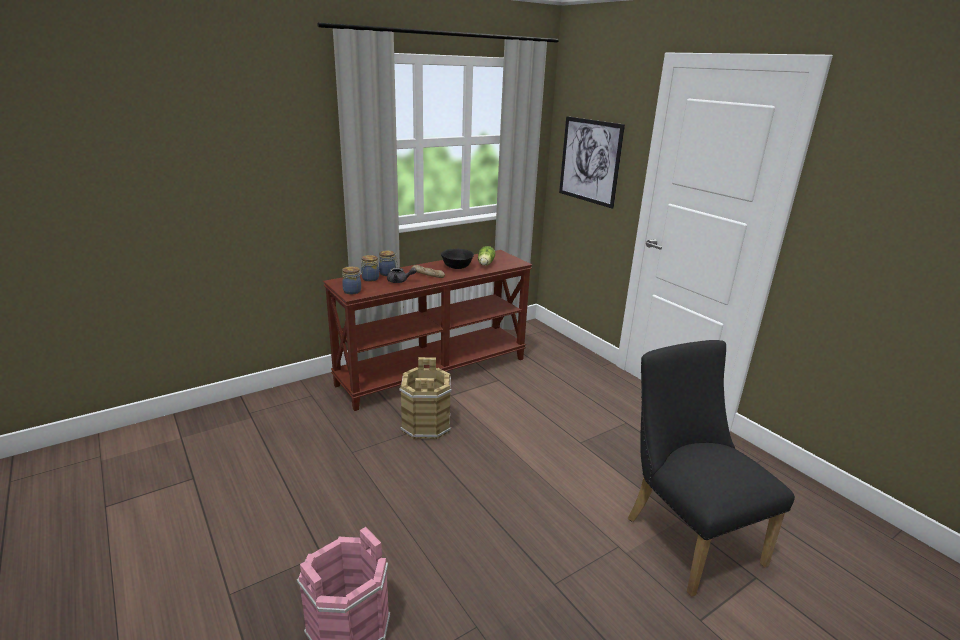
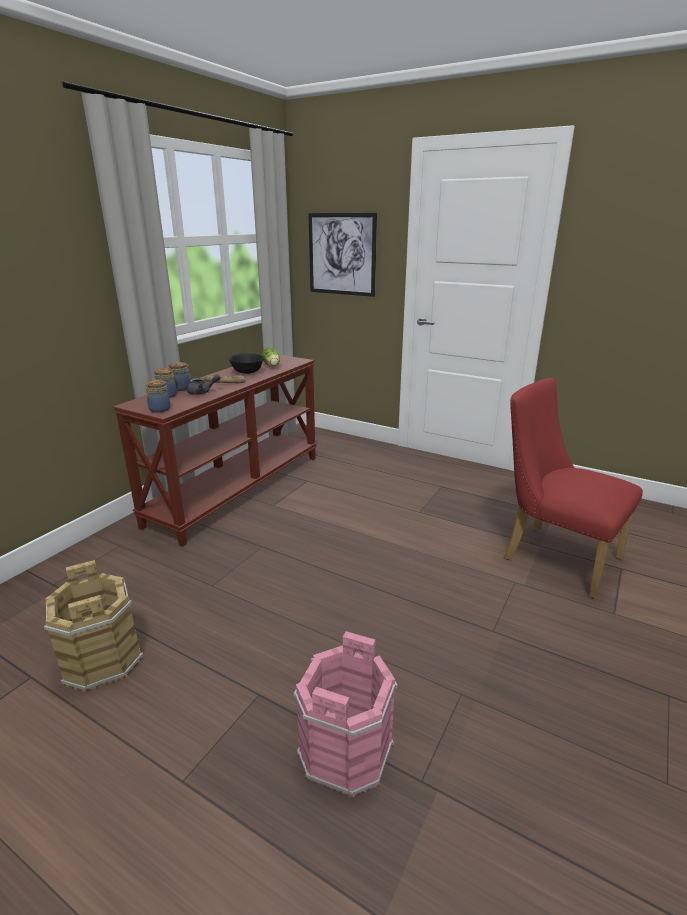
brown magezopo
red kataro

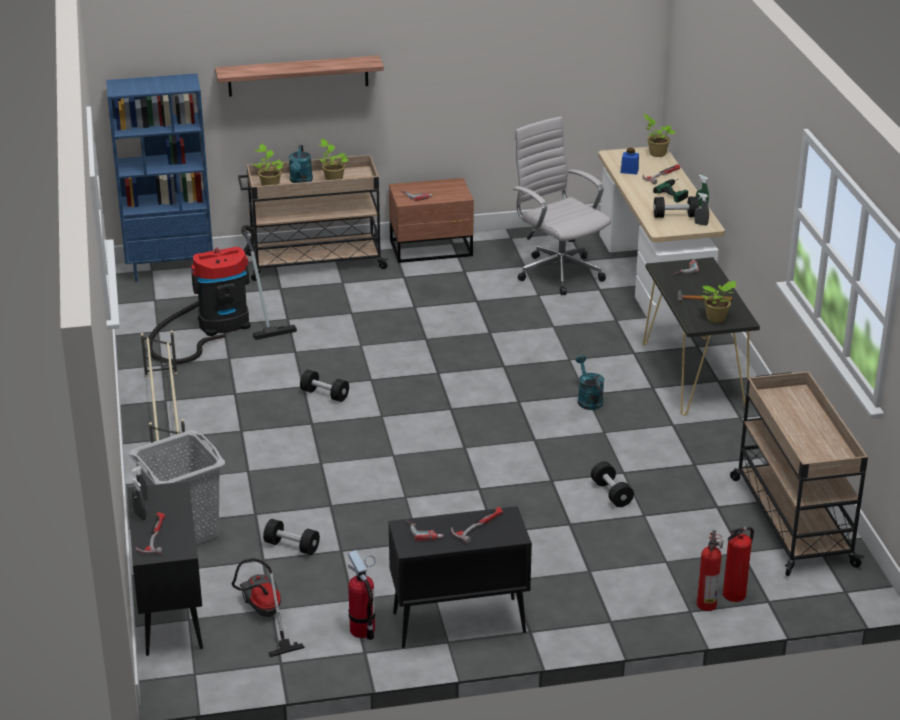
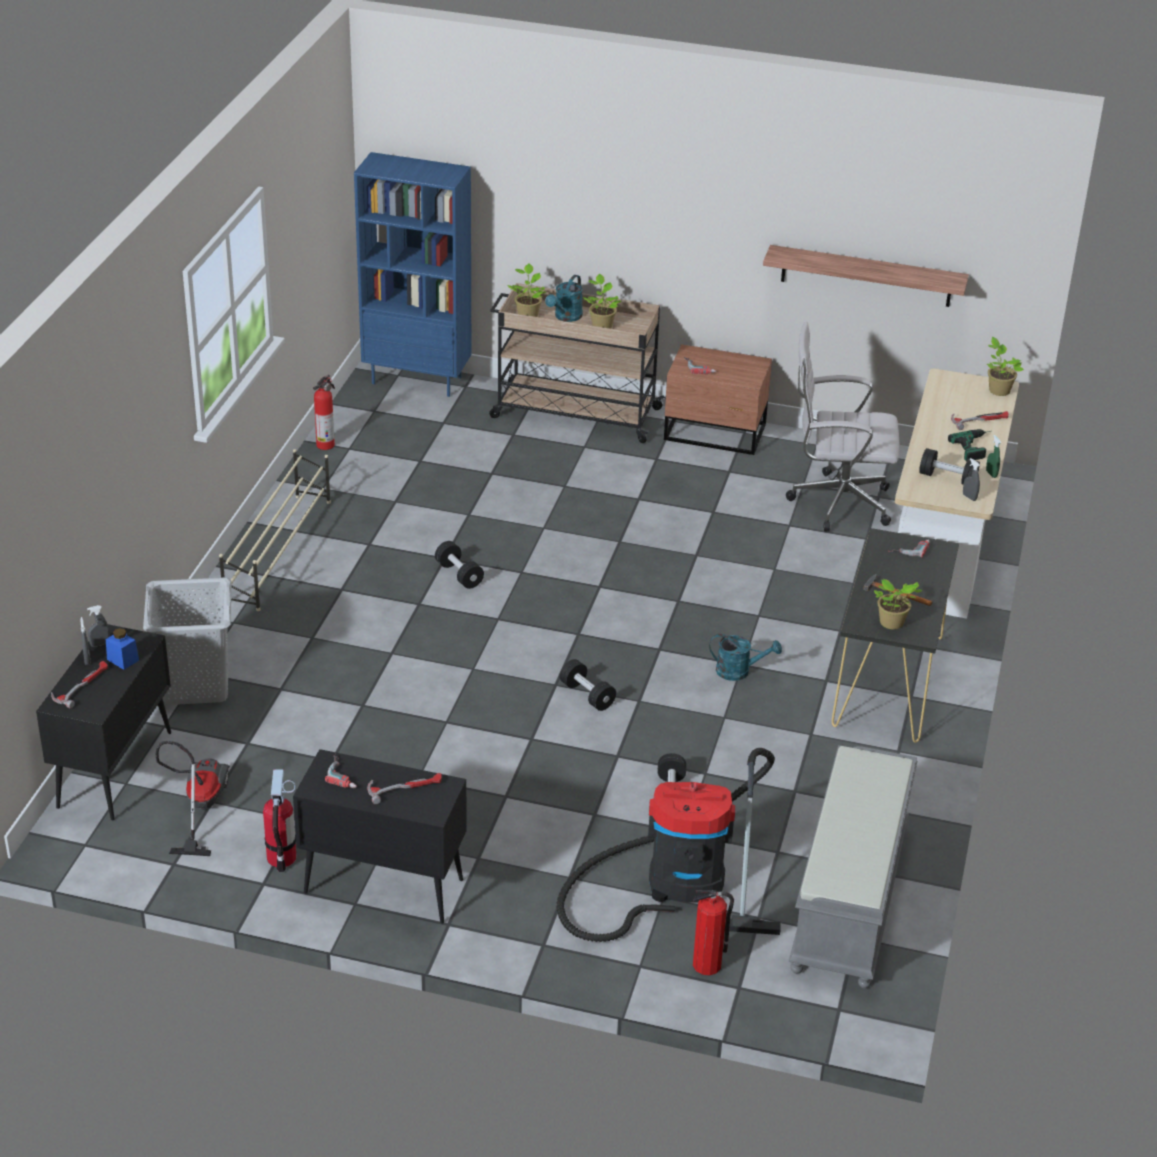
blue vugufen
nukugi (no. 2 from left)
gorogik (no. 2 from left)
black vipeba (no. 2 from left)
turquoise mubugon (no. 2 from left)
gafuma
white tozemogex
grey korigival

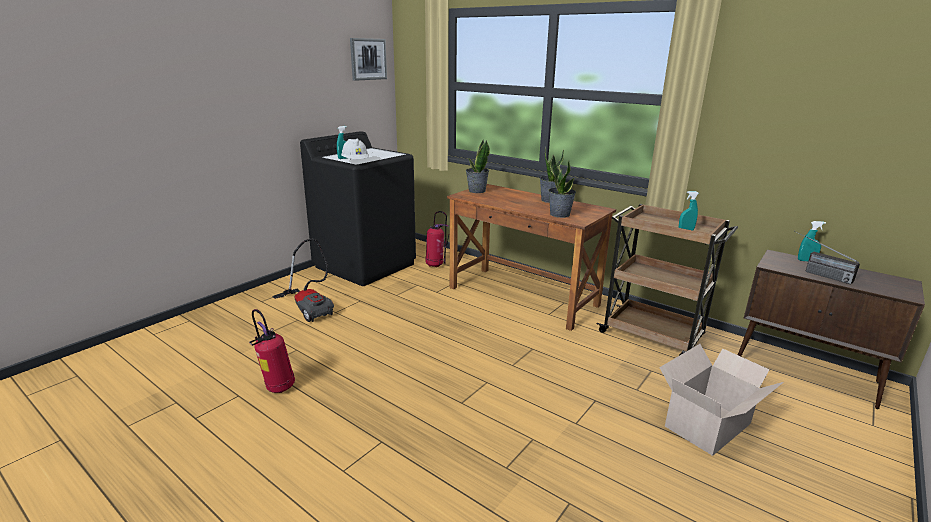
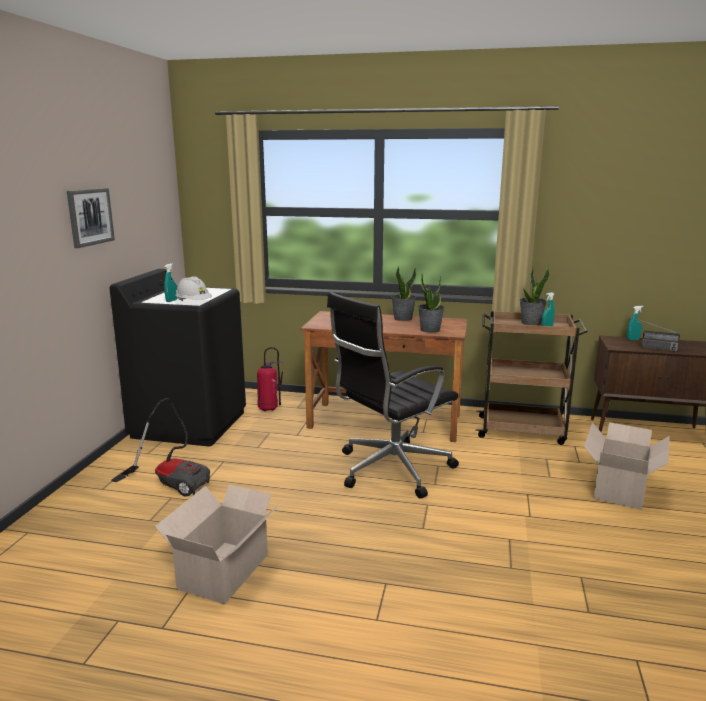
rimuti
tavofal (no. 1 from left)
black tozemogex
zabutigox (no. 3 from left)

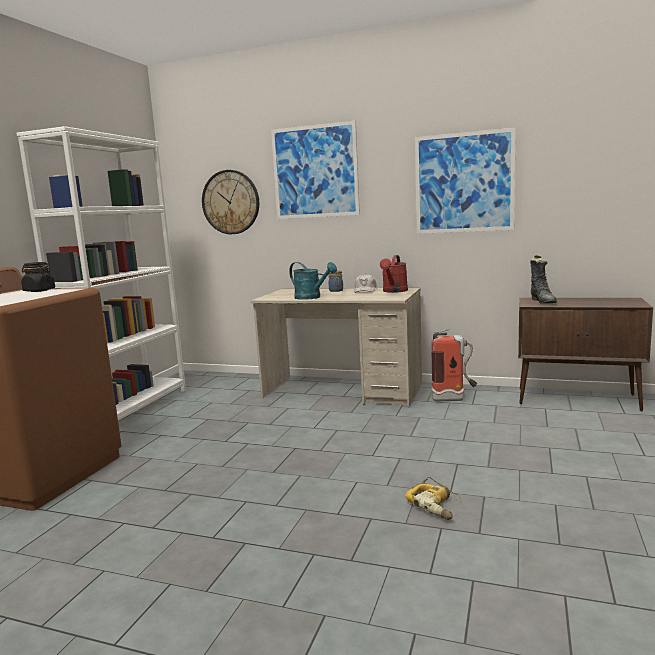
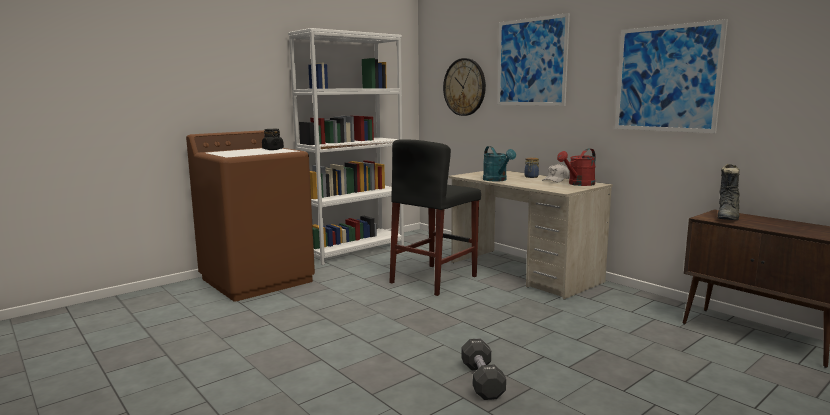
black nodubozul
black vipeba
nukugi

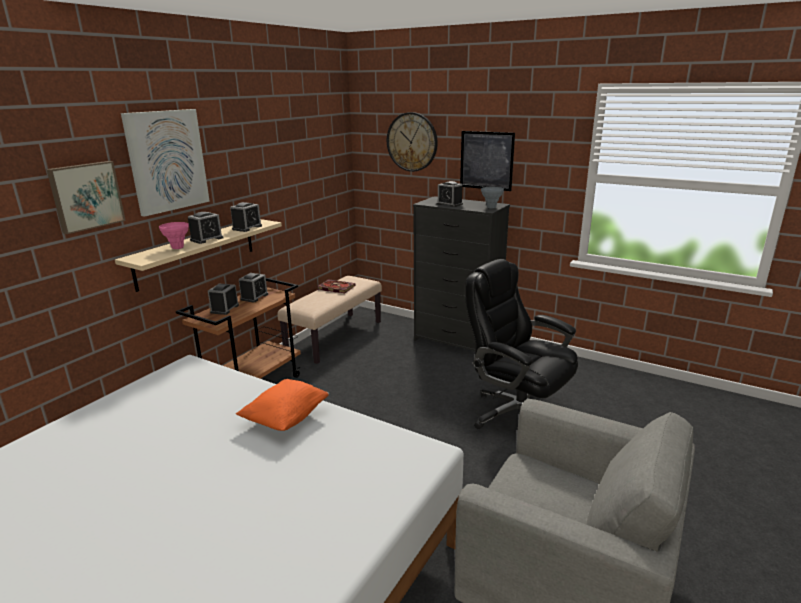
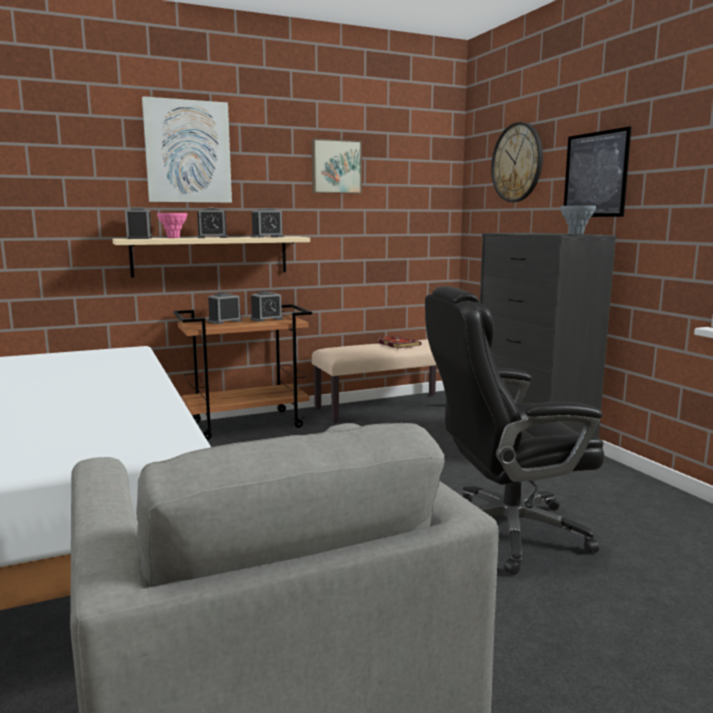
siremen (no. 1 from left)
rimuti (no. 2 from left)
black tozemogex
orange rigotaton

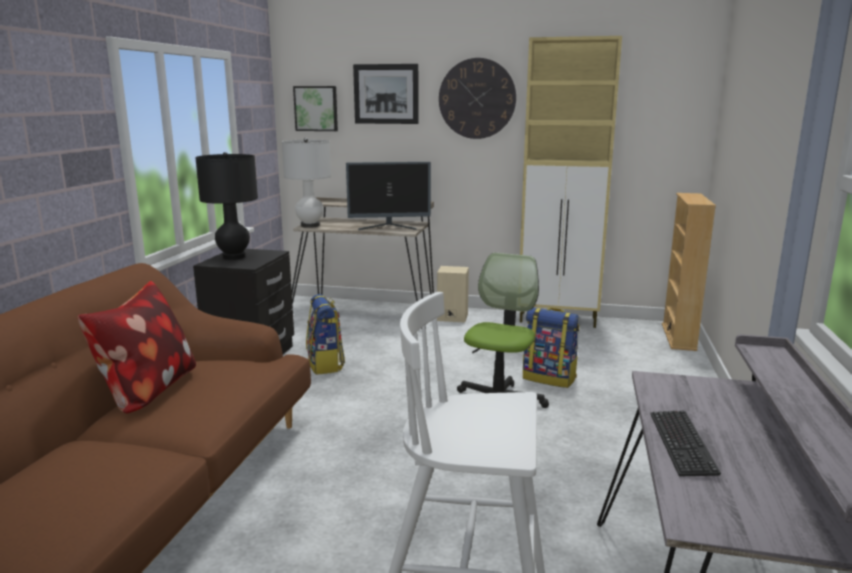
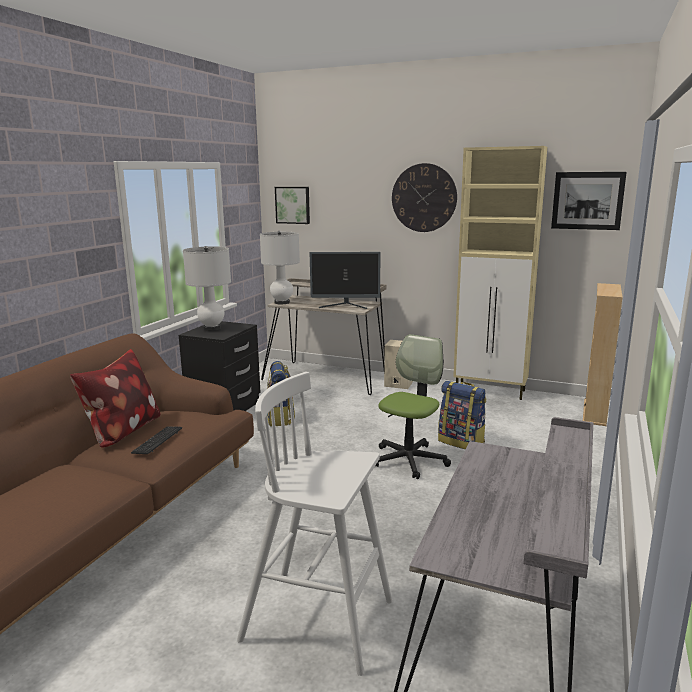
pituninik
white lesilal (no. 1 from left)
rimuti (no. 2 from left)

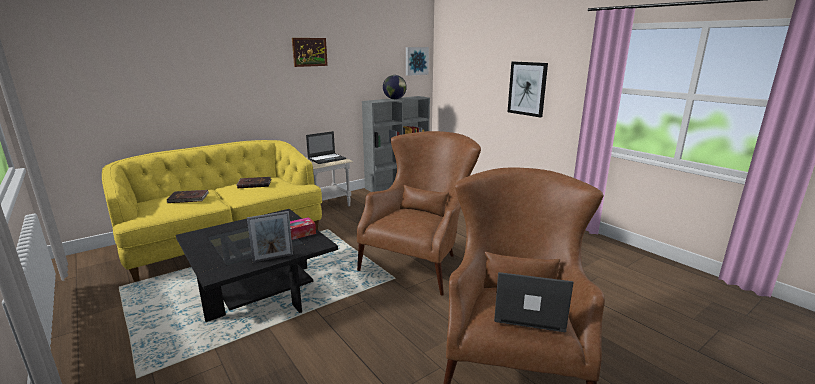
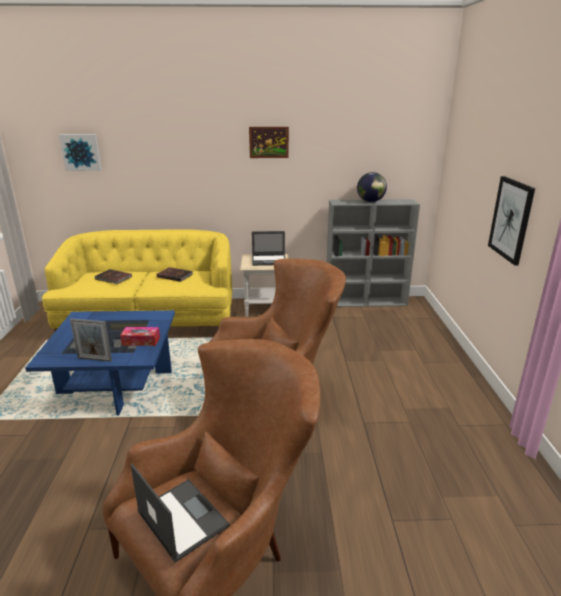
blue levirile
rimuti (no. 1 from left)

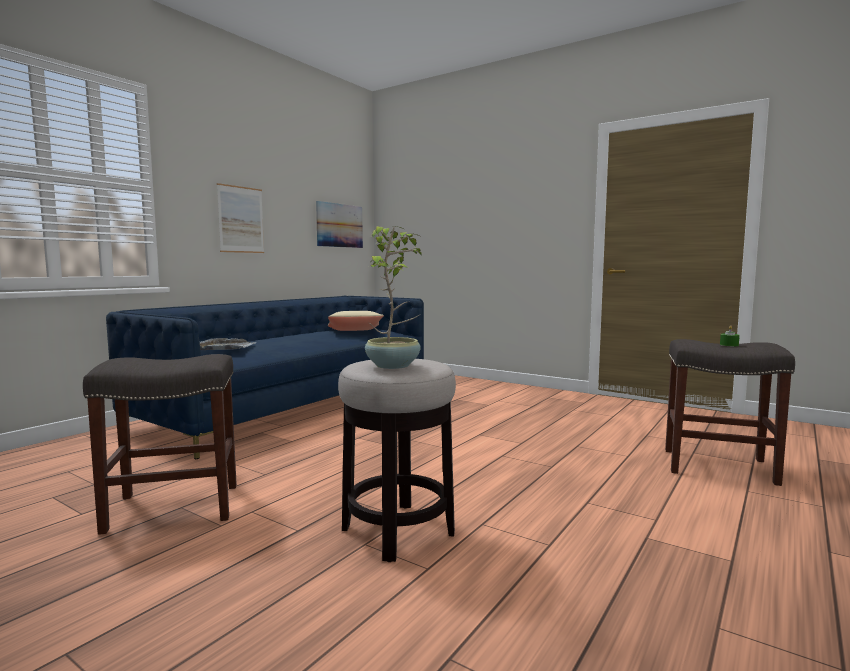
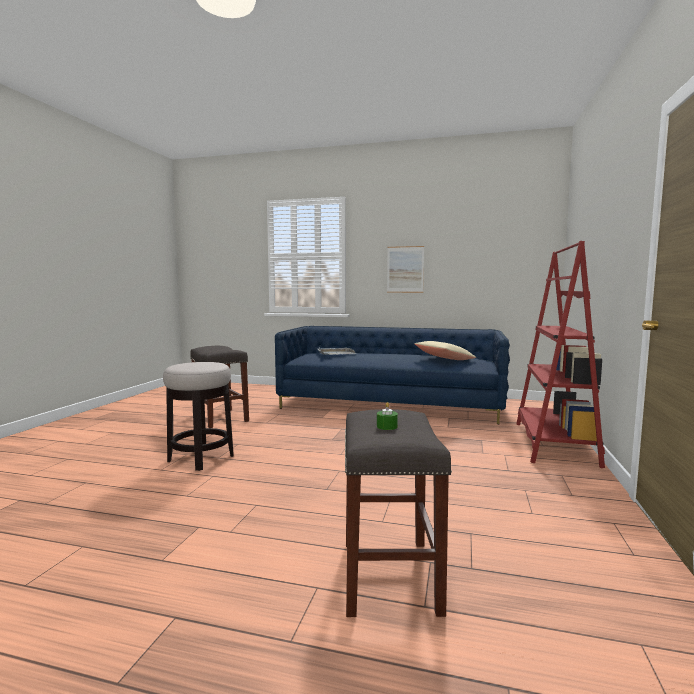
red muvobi
rimuti (no. 2 from left in the first image)
zabutigox

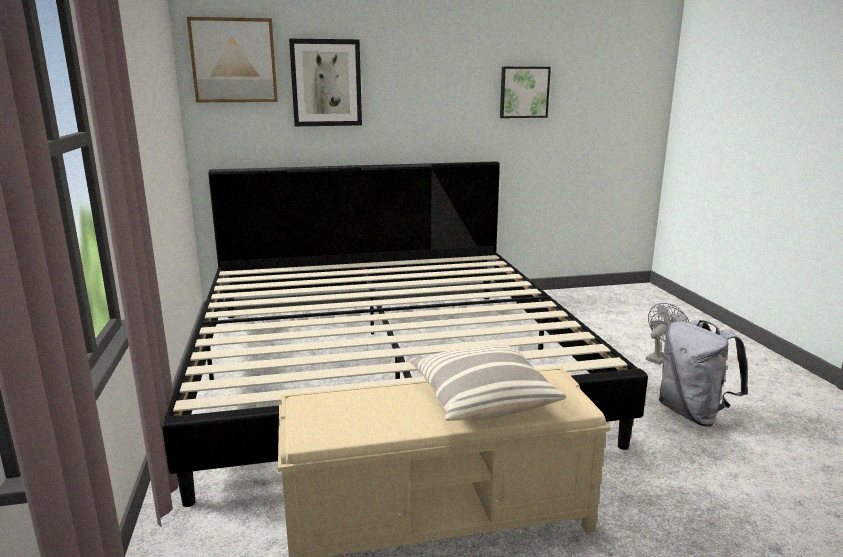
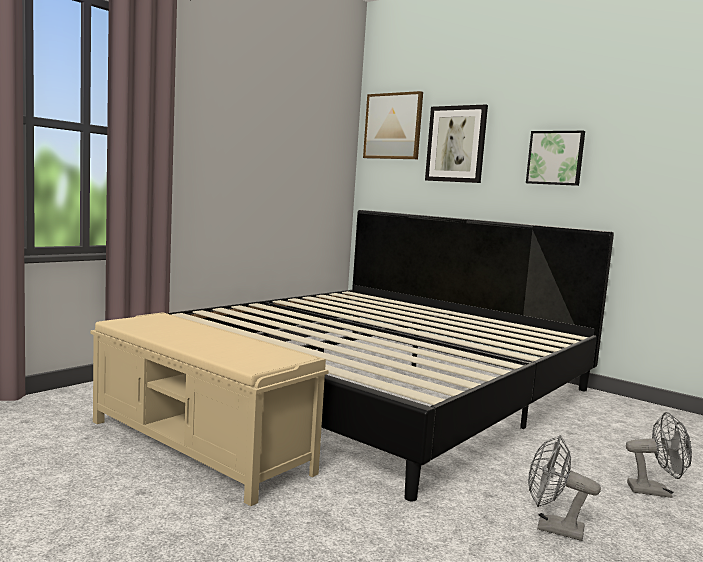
rimuti (no. 3 from left)
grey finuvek (no. 1 from left)
rigotaton

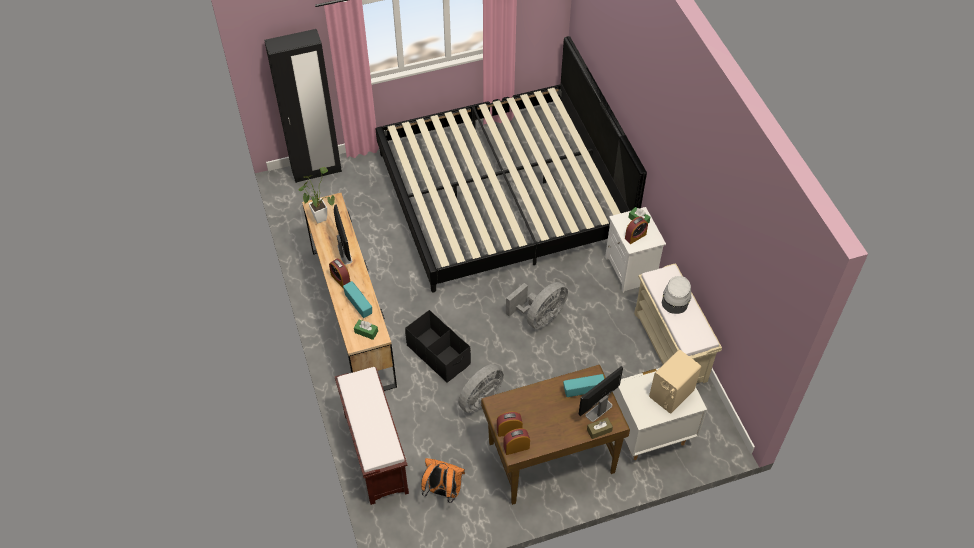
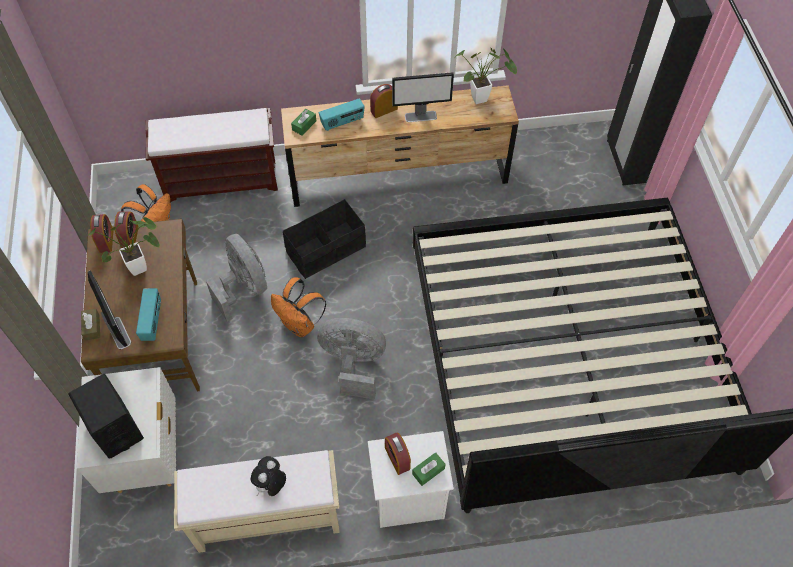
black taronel
zabutigox (no. 1 from left)
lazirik
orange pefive (no. 2 from left)
grey finuvek (no. 2 from left)

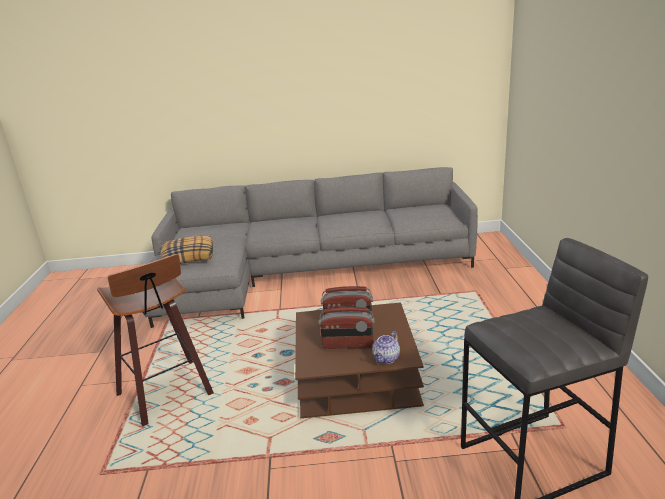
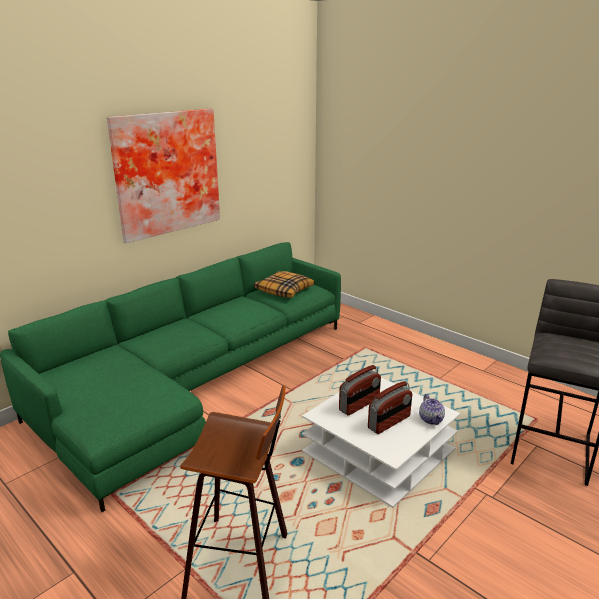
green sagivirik
rimuti
rigotaton
white levirile

